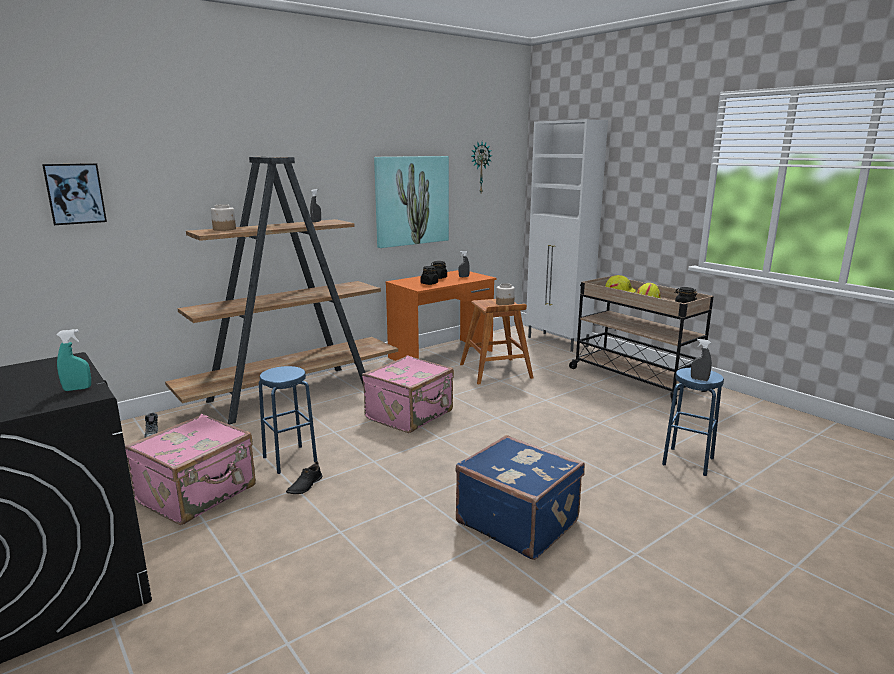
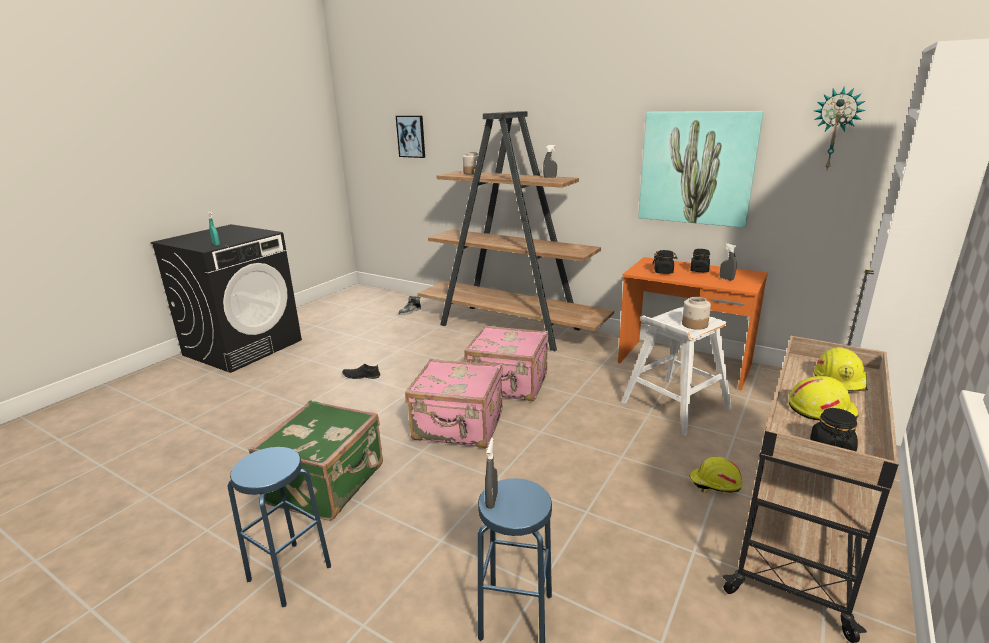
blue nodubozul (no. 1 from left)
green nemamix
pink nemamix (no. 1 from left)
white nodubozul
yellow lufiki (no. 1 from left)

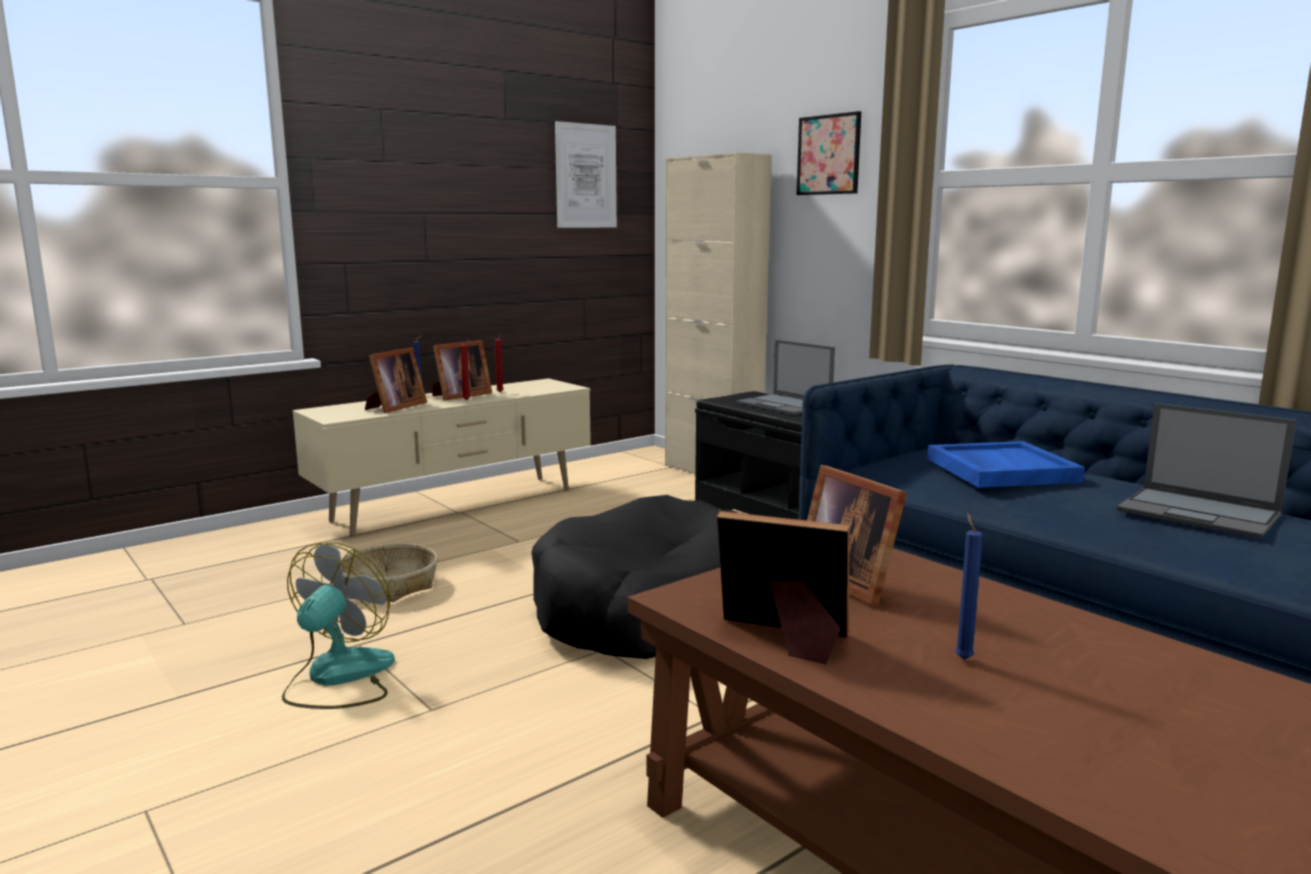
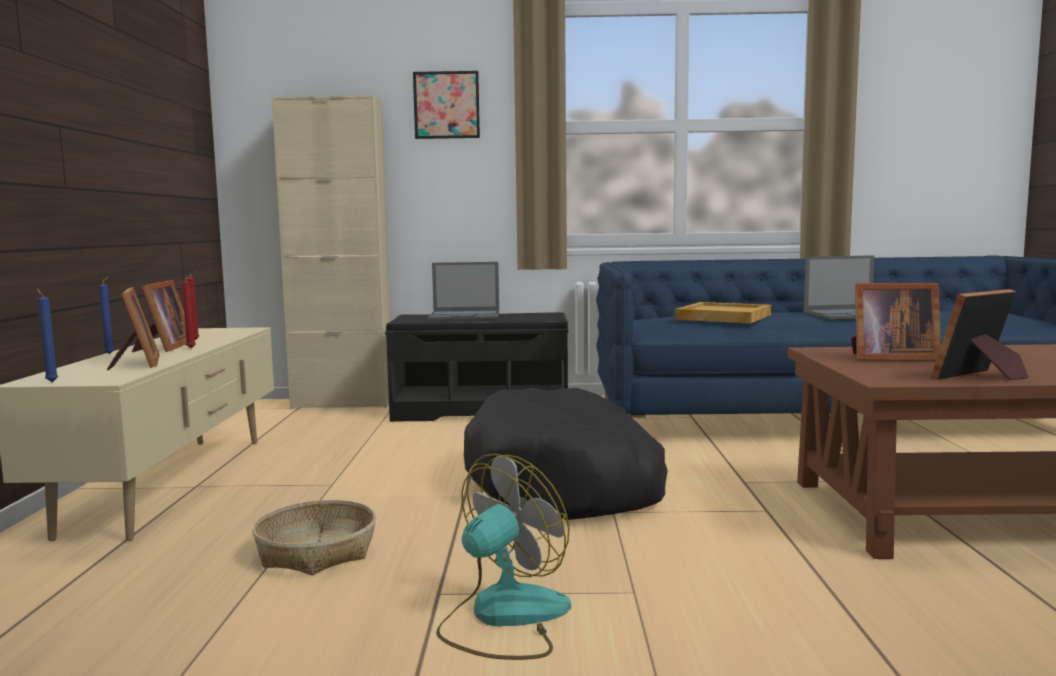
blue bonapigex (no. 1 from left)
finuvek
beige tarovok
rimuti (no. 1 from left in the first image)

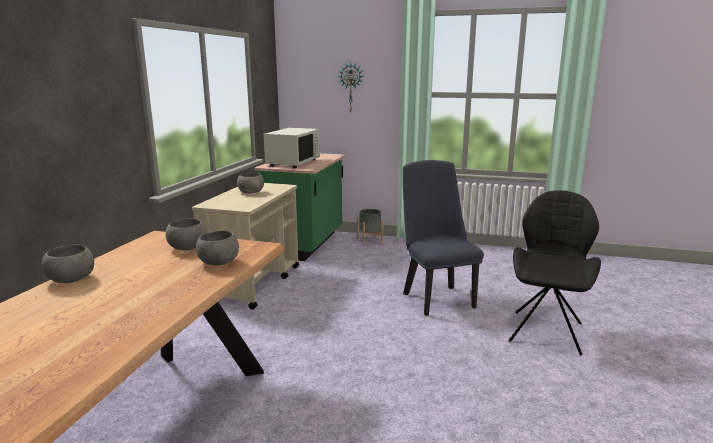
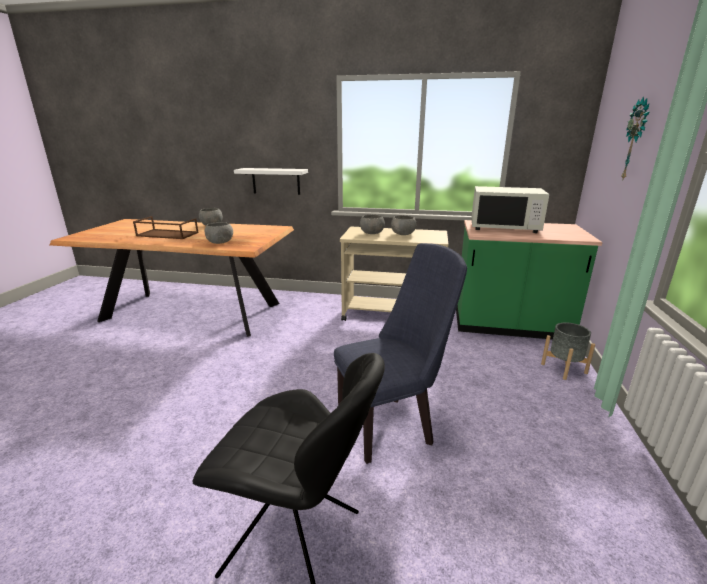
brown tarovok
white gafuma
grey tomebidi (no. 3 from left)

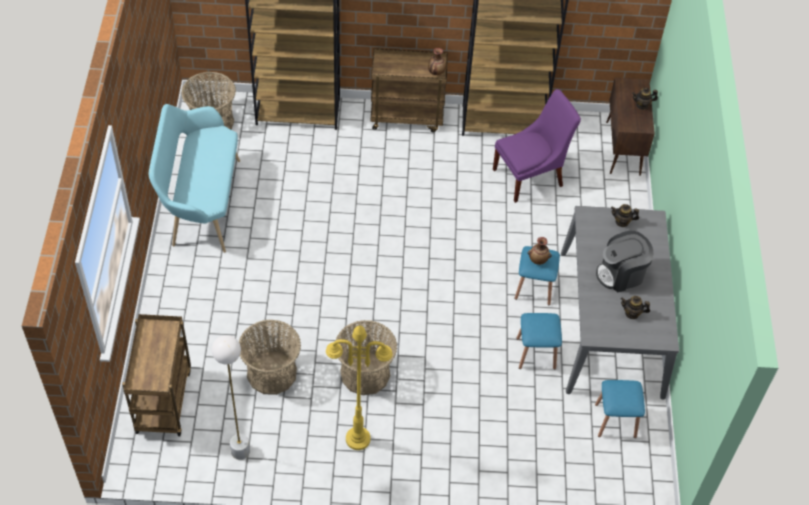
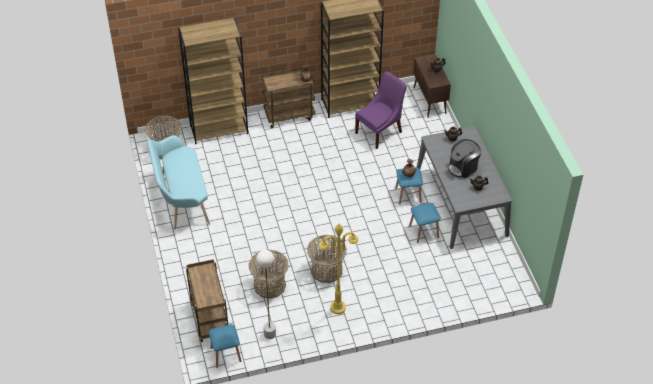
blue nodubozul (no. 1 from left)

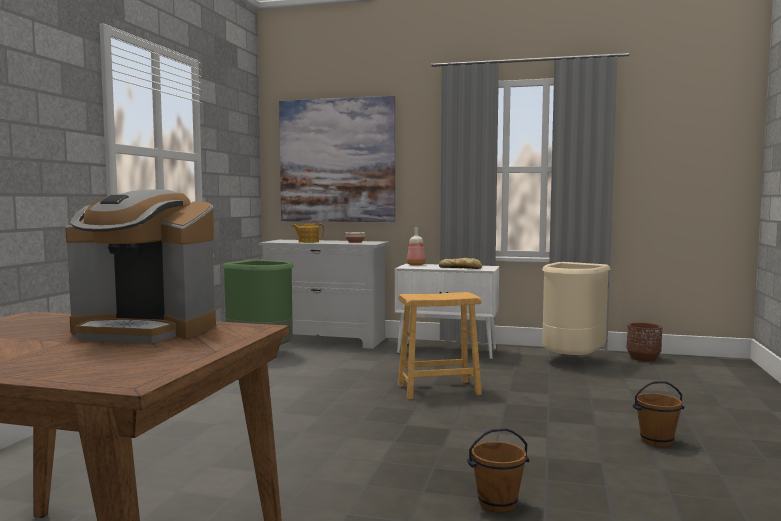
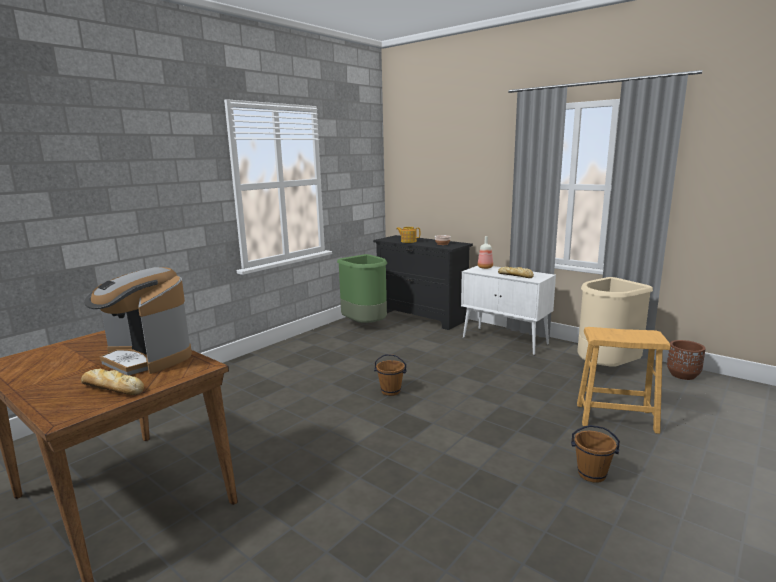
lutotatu (no. 1 from left)
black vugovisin
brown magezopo (no. 1 from left)
brown nodubozul
rimuti

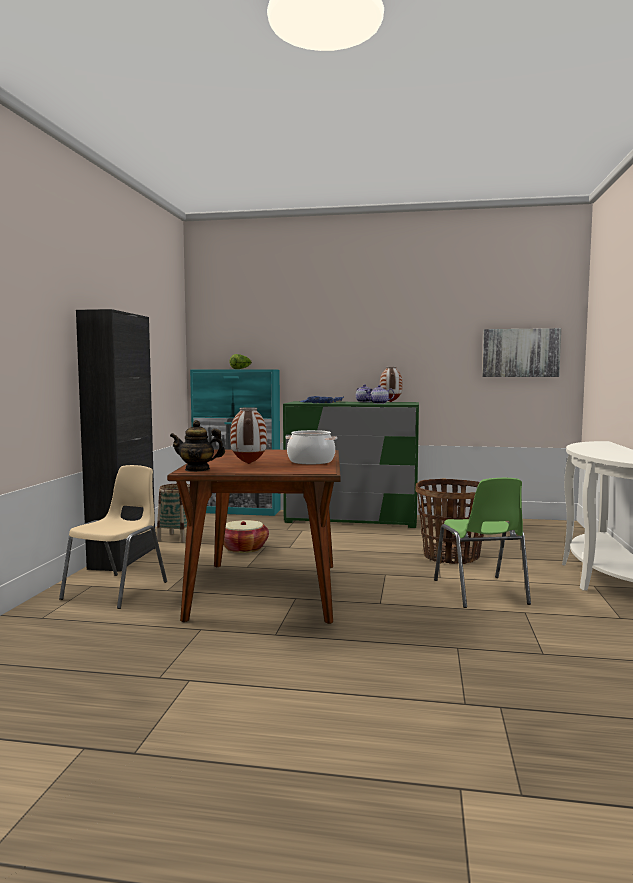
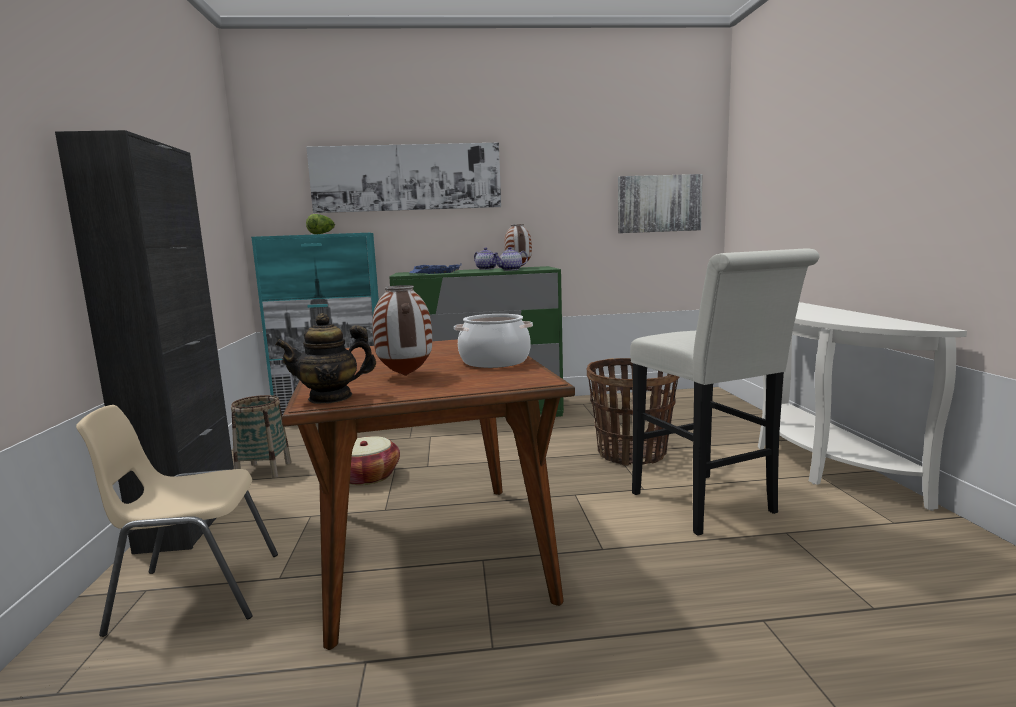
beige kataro
rimuti (no. 1 from left)
white nodubozul

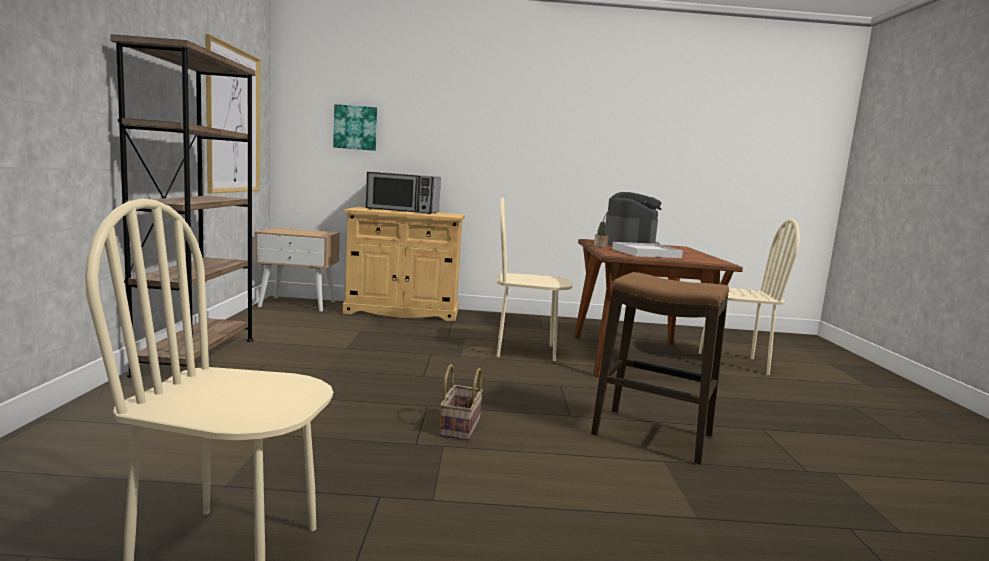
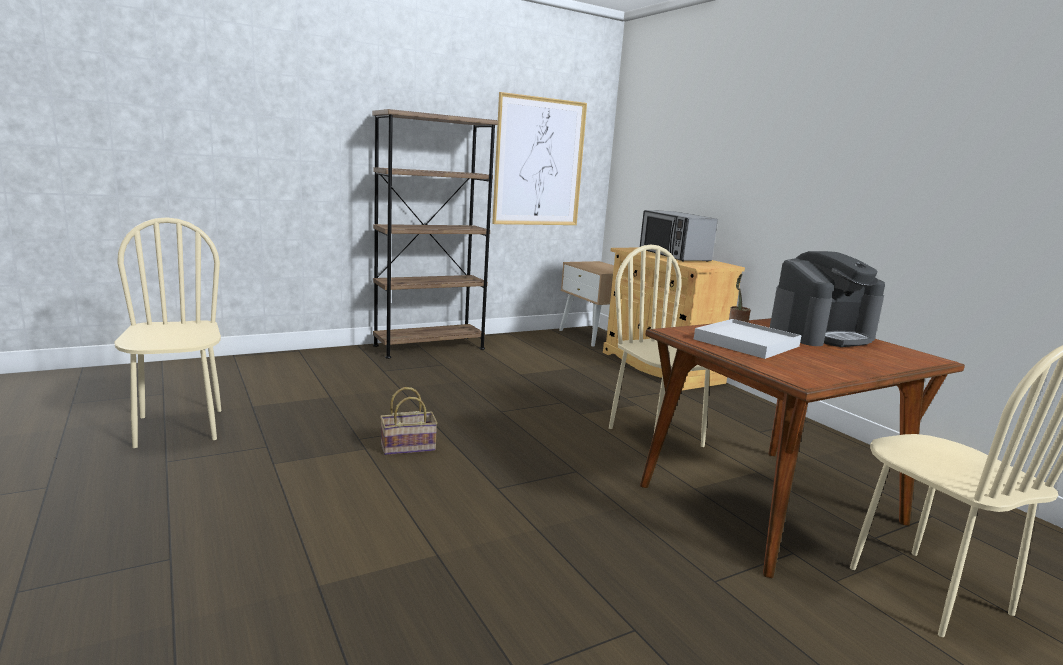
rimuti (no. 2 from left in the first image)
nodubozul

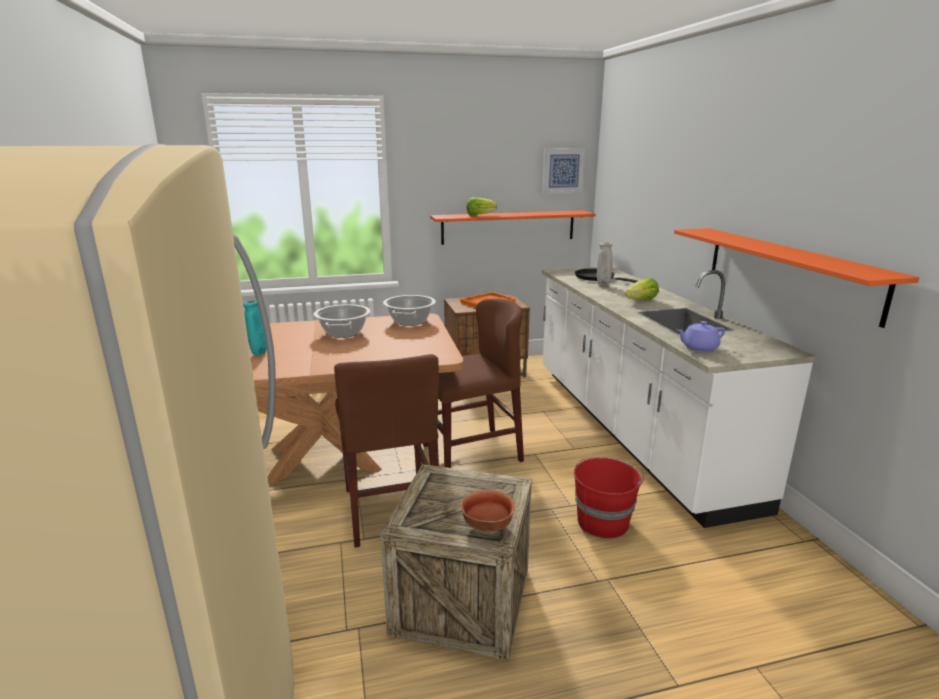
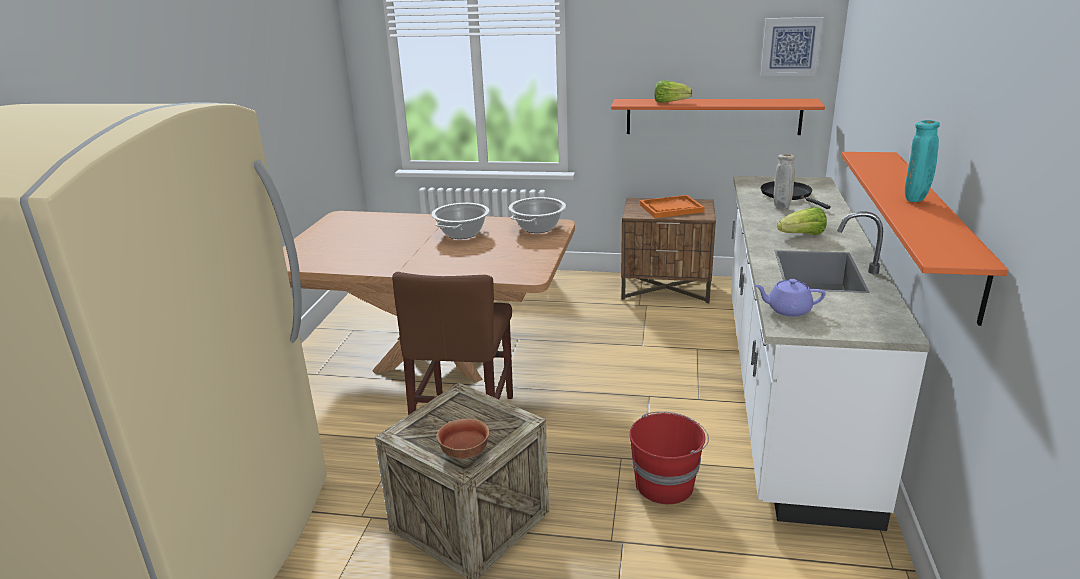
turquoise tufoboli
brown kataro (no. 2 from left in the first image)

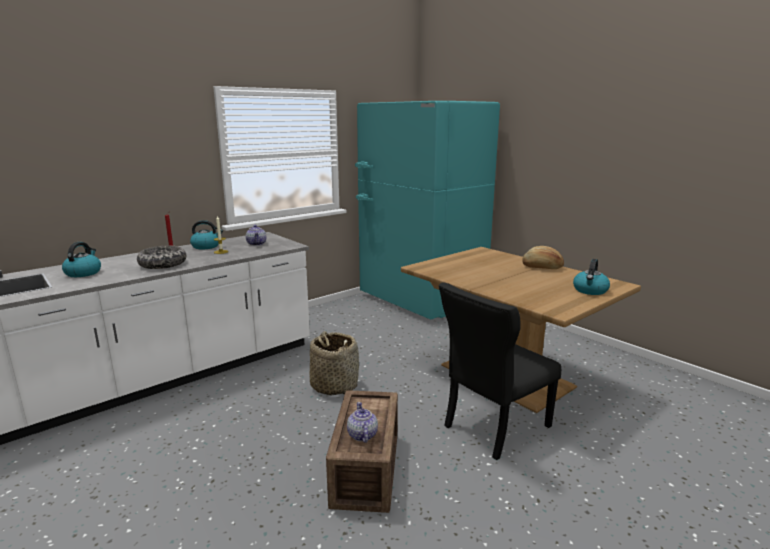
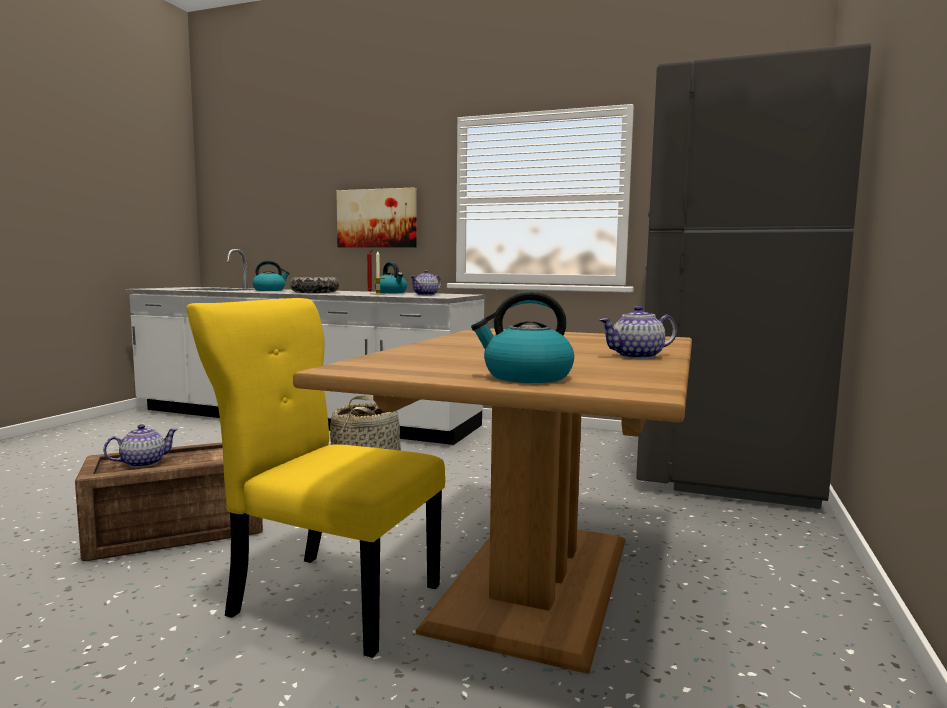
yellow kataro
rimuti
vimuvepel (no. 3 from left)
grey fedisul

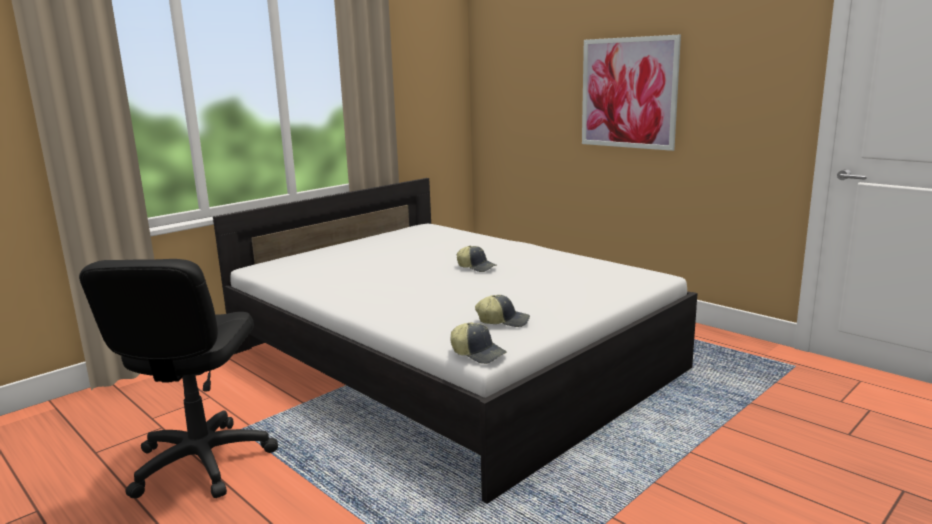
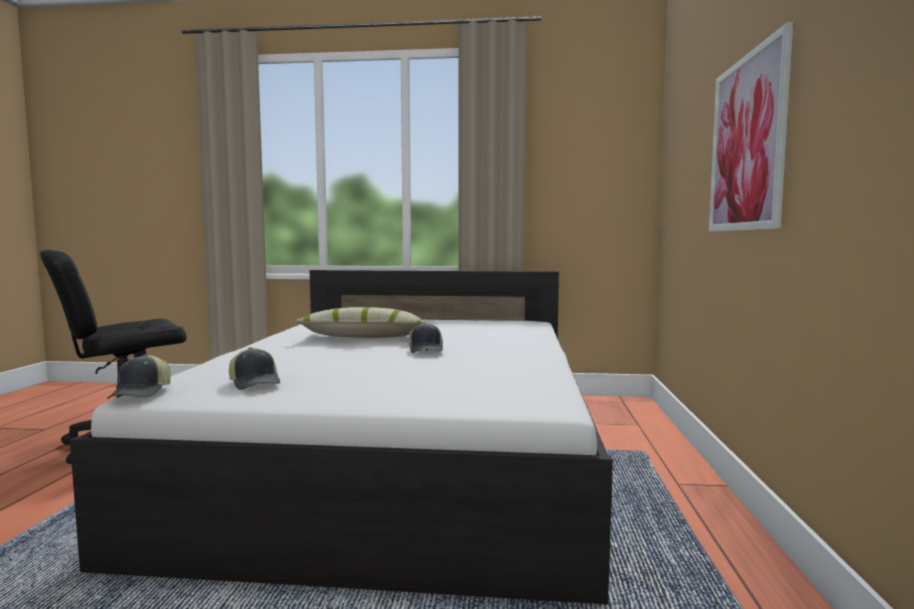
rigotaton

